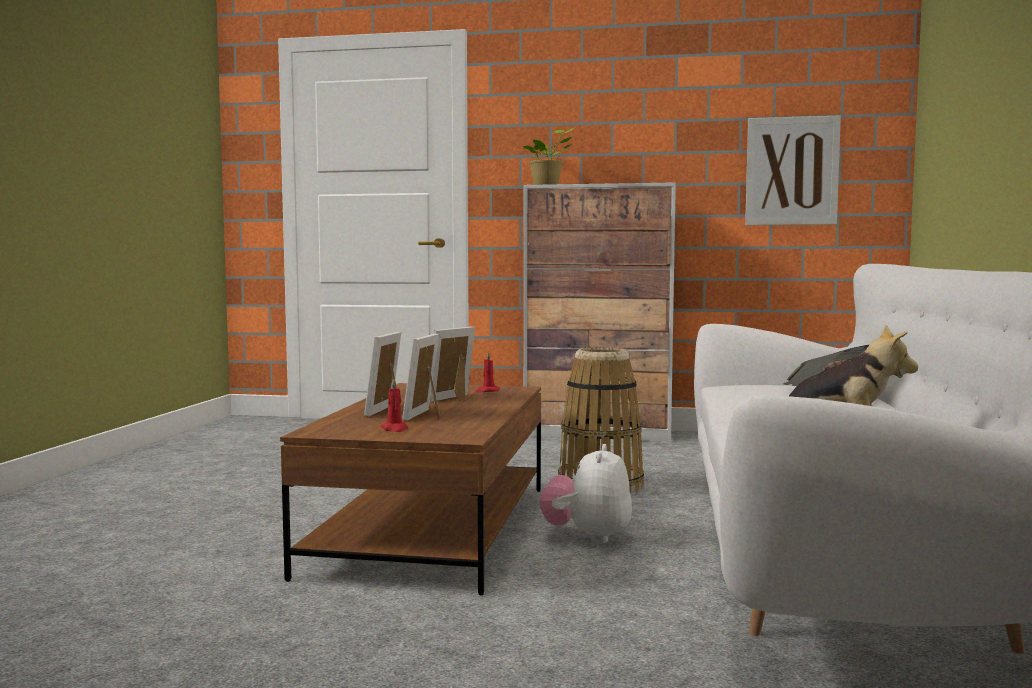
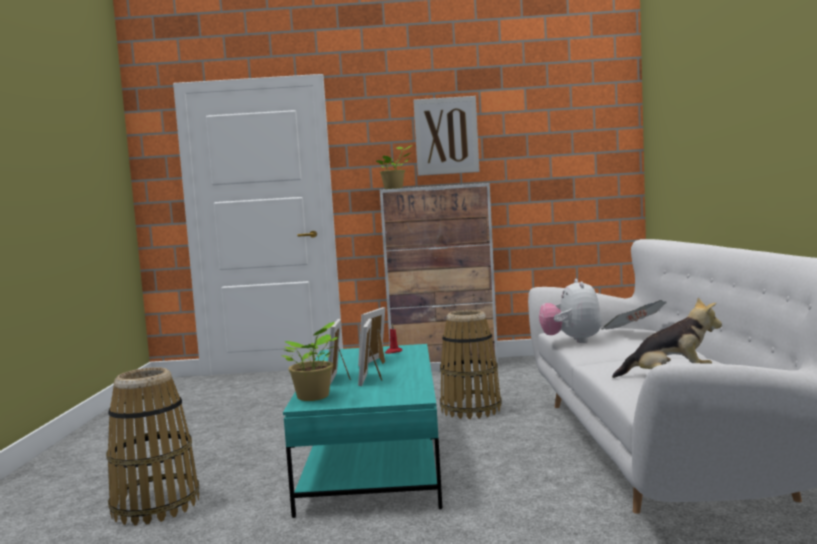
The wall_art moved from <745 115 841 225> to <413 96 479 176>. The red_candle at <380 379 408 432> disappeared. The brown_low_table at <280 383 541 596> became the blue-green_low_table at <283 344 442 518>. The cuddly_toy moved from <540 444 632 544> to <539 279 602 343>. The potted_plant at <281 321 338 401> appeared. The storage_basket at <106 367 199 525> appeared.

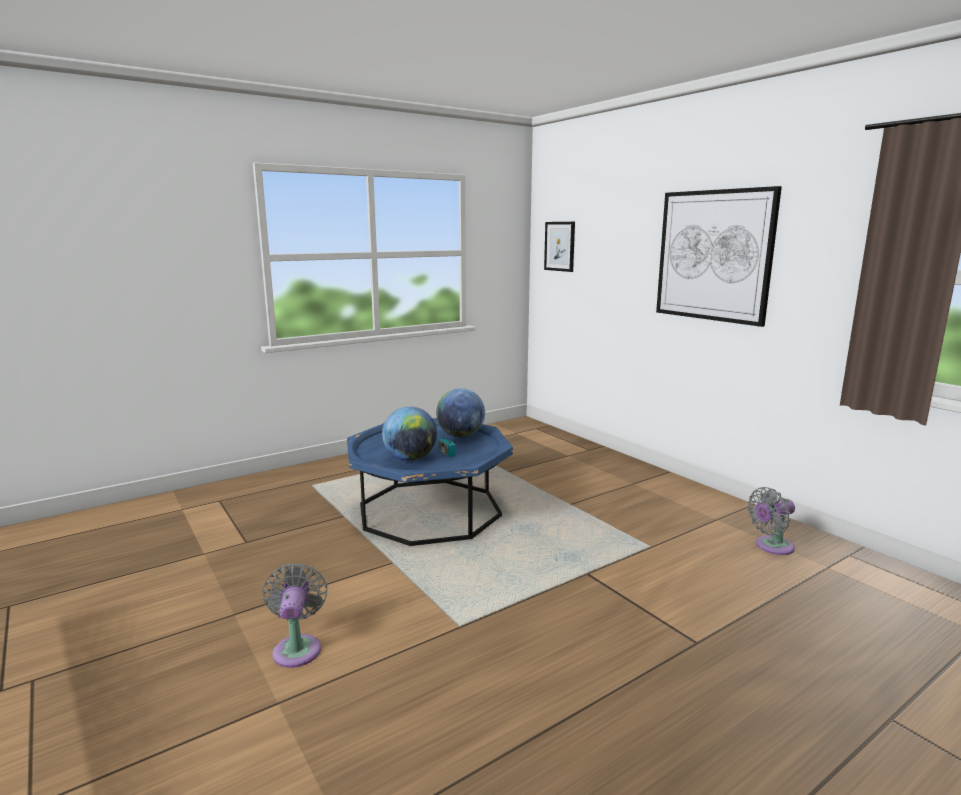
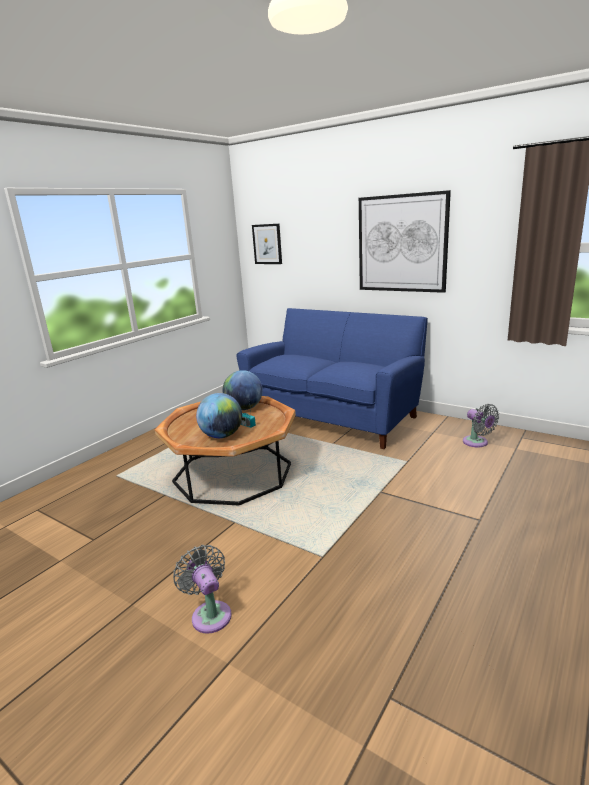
The bluish_low_table at <347 418 513 546> became the brown_low_table at <155 396 296 505>. The gray_cooling_fan at <747 487 795 555> turned 75 degrees counterclockwise. The bluish_sofa at <237 308 428 449> appeared.

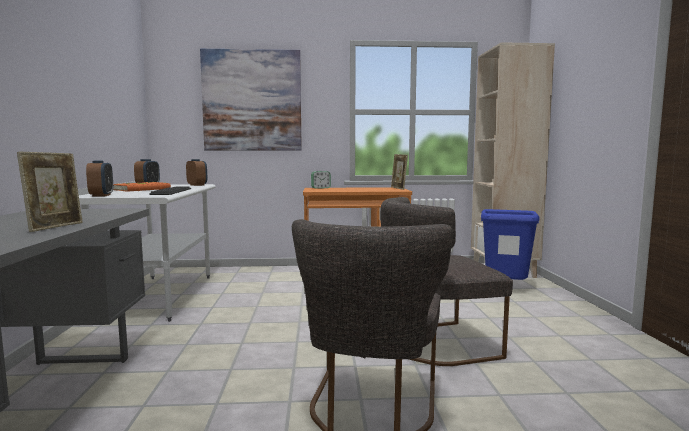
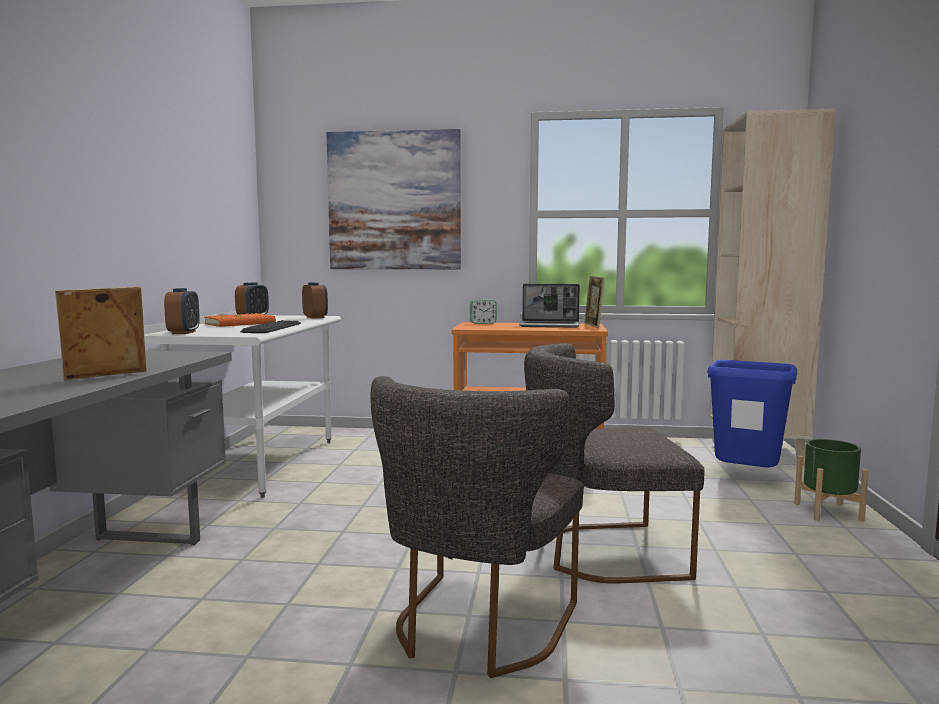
The standing_frame at <17 152 83 232> turned 150 degrees counterclockwise. The portable_computer at <519 284 580 328> appeared. The greenish_plant_pot at <794 439 869 521> appeared.

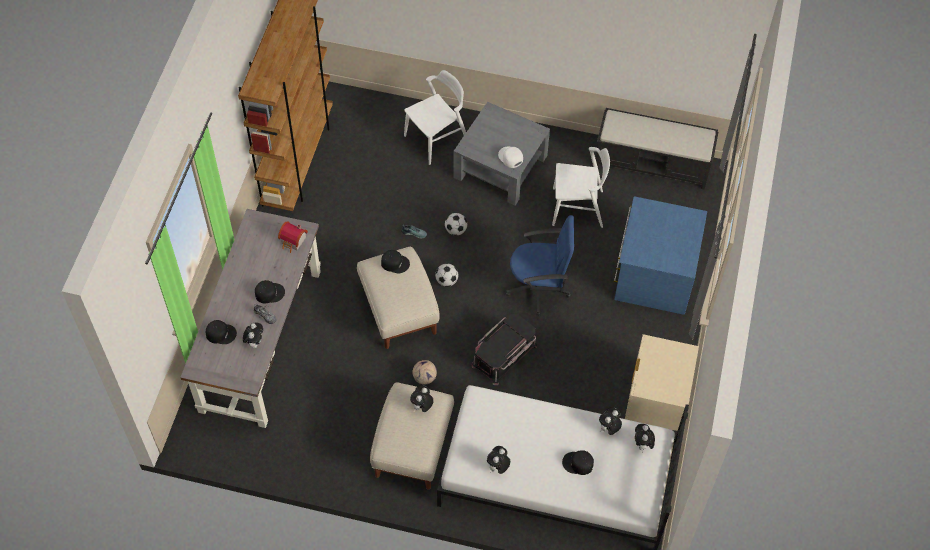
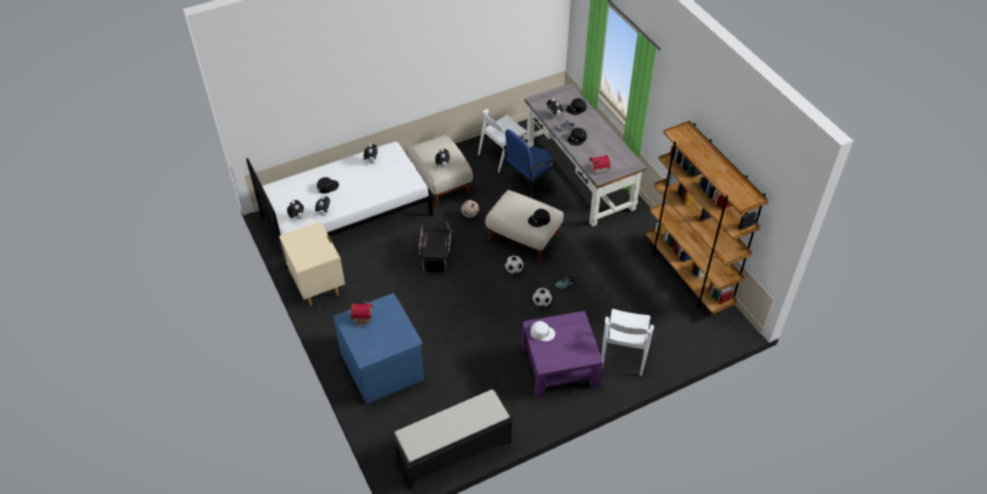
The gray_low_table at <453 102 550 206> became the purplish_low_table at <521 311 603 398>. The whitish_chair moved from <552 147 610 228> to <478 109 527 173>. The bluish_computer_chair moved from <506 215 574 316> to <503 129 555 199>. The toy_house at <351 301 372 327> appeared.

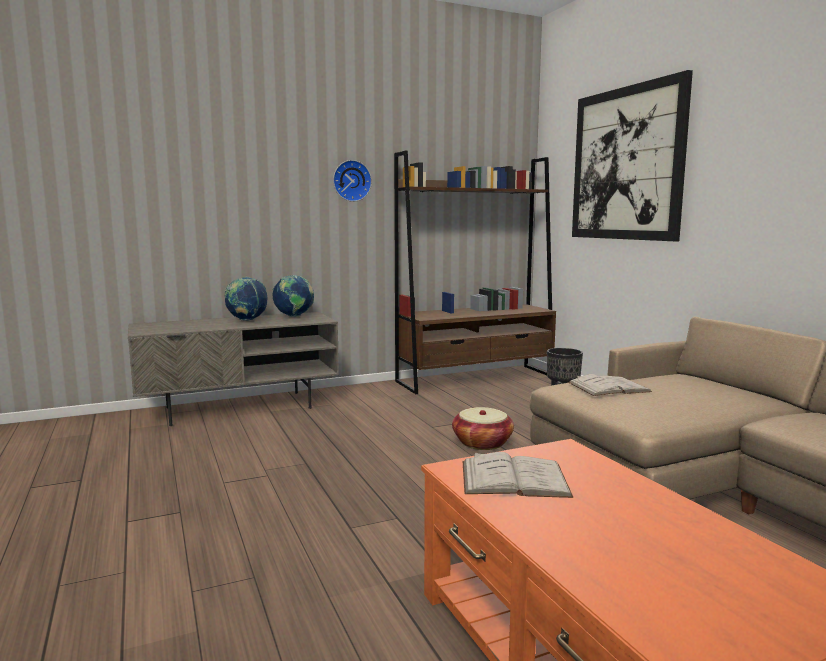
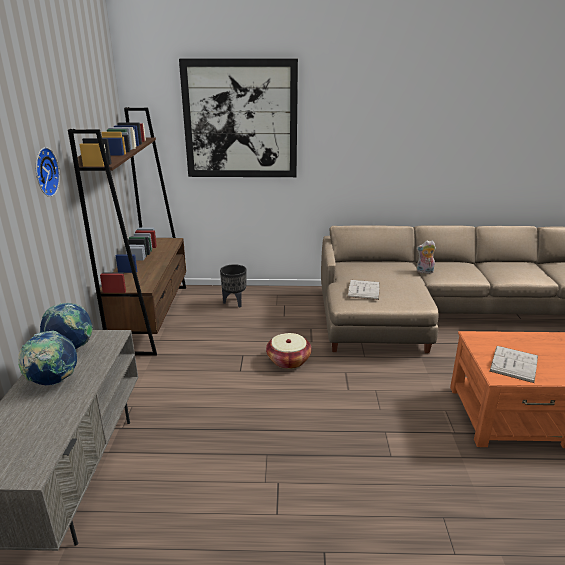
The cuddly_toy at <416 240 436 274> appeared.

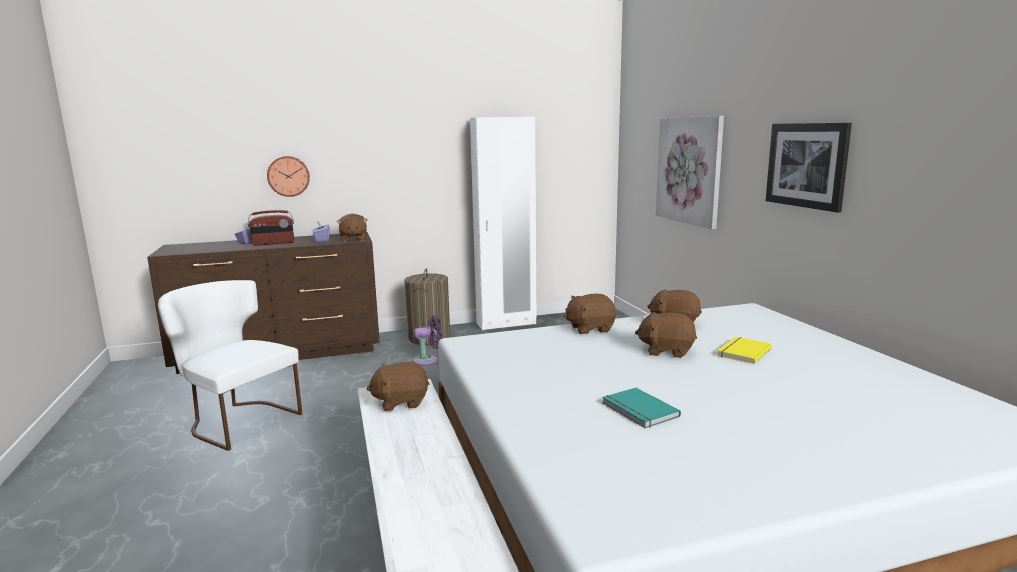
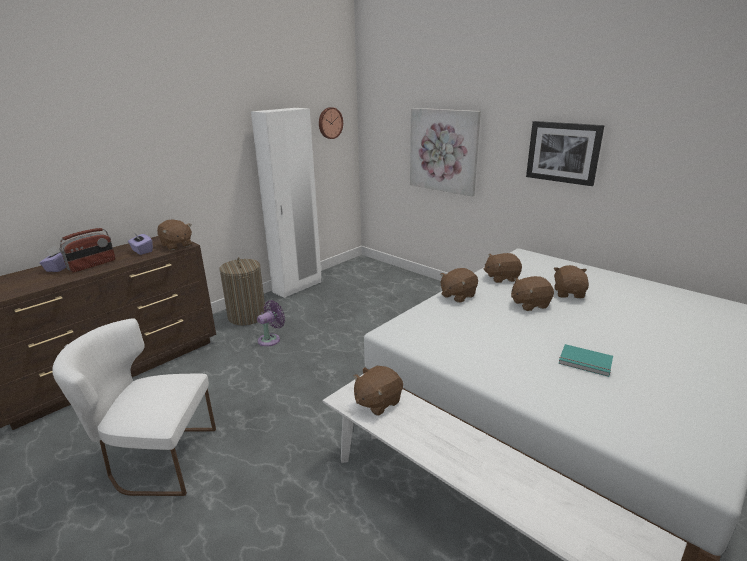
The wall_clock moved from <267 156 310 197> to <319 107 343 139>. The yellowish_volume at <717 337 772 364> was replaced by the brown_cuddly_toy at <553 265 589 298>.

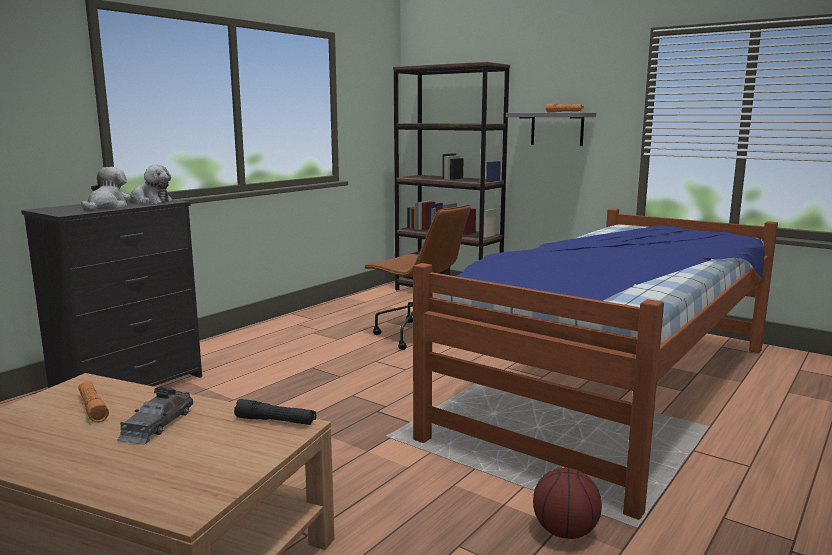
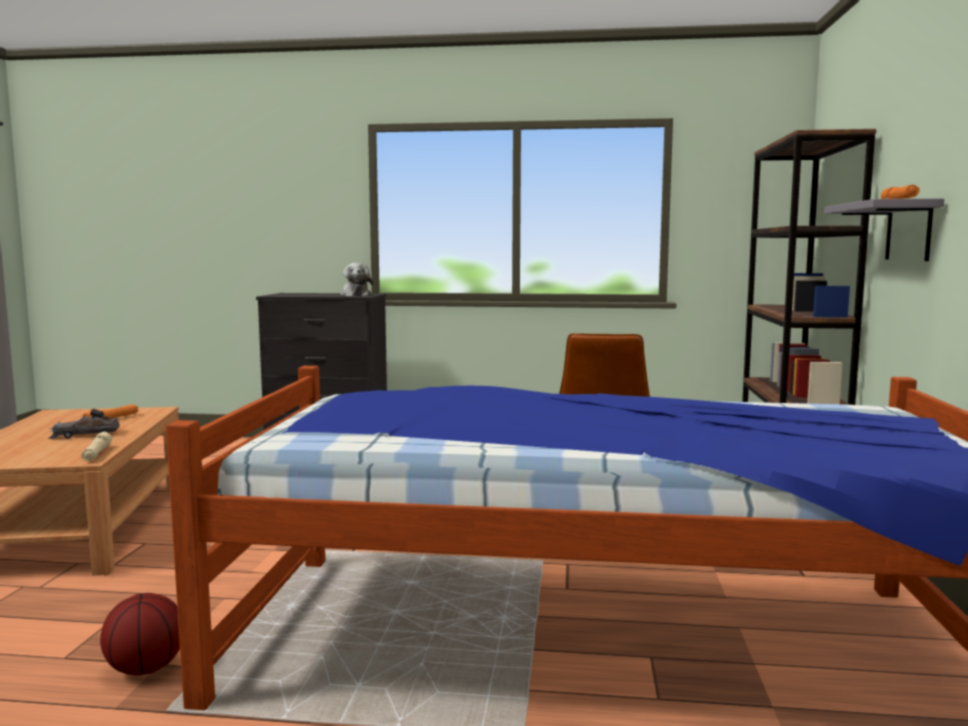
The cuddly_toy at <81 167 127 210> disappeared. The black-coloured_hand_torch at <234 399 316 425> became the beige-coloured_hand_torch at <81 432 112 461>.

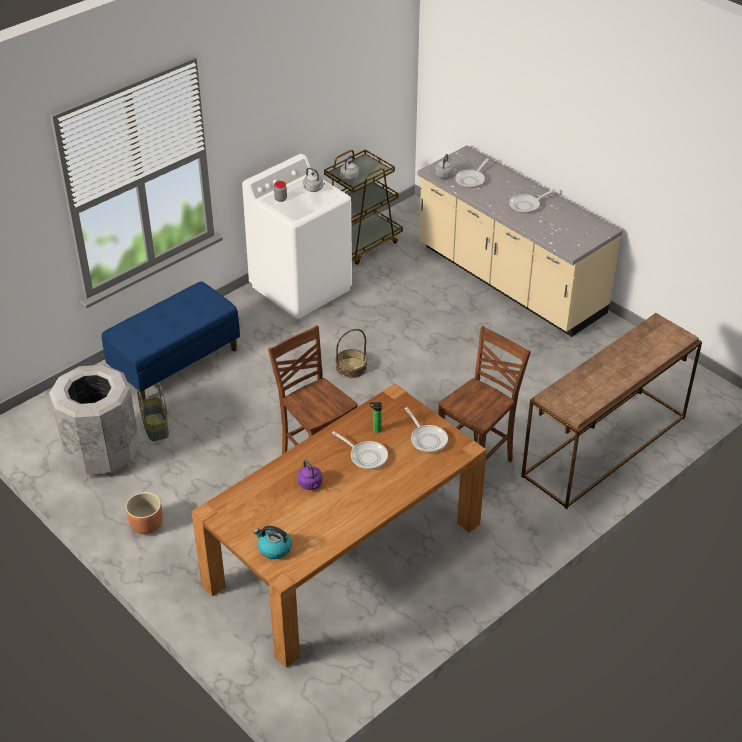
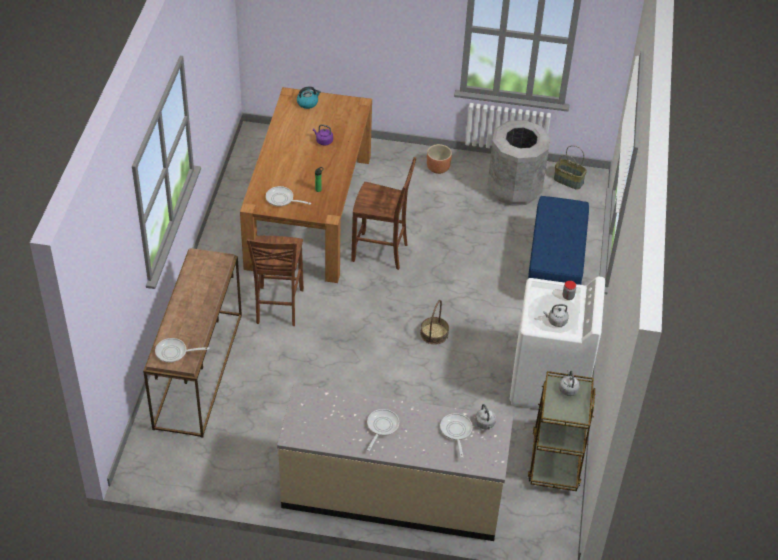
The storage_basket moved from <137 384 169 441> to <554 145 587 190>. The pan moved from <332 431 388 469> to <155 338 209 363>.

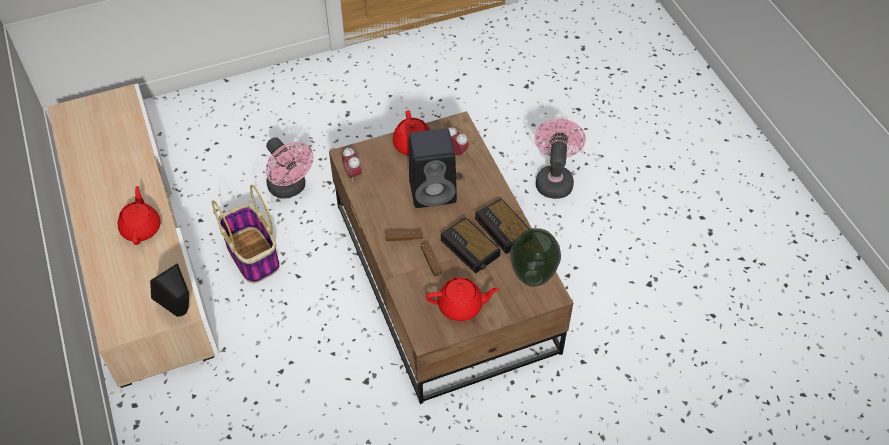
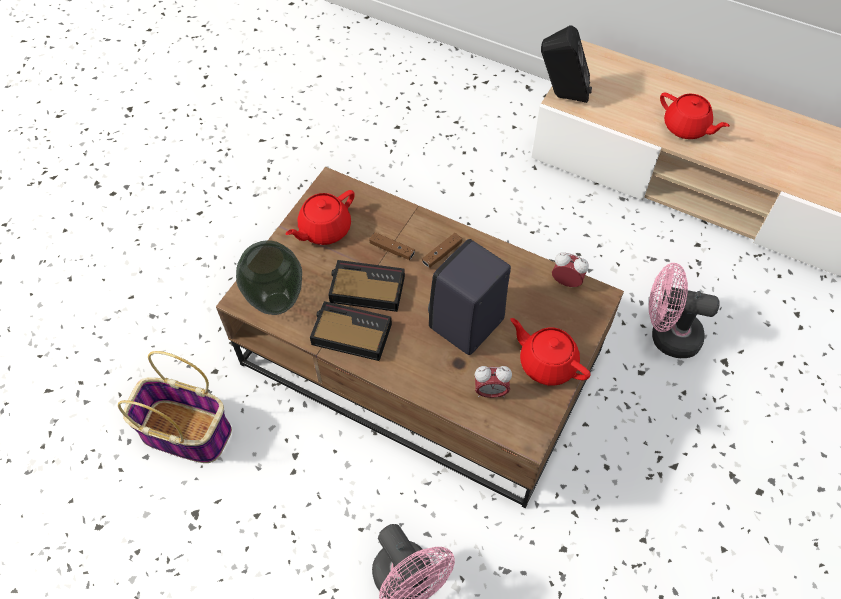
The storage_basket moved from <212 185 280 284> to <118 351 232 463>.

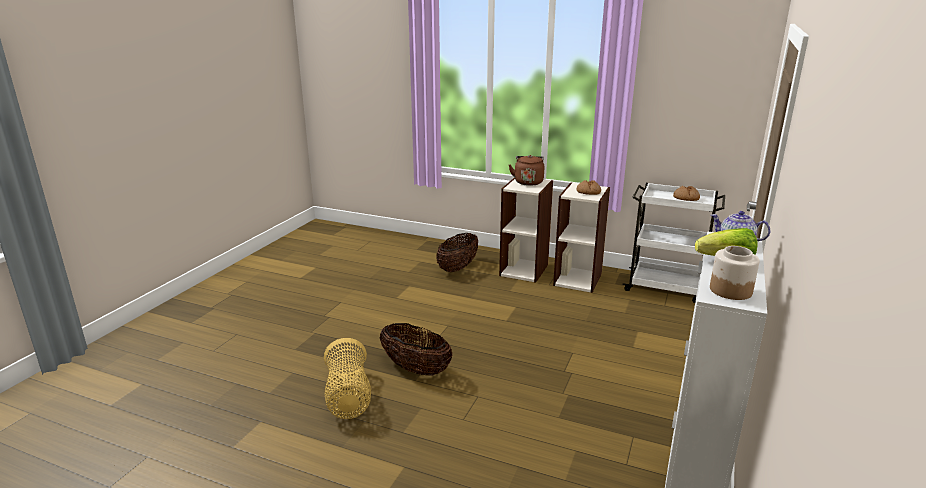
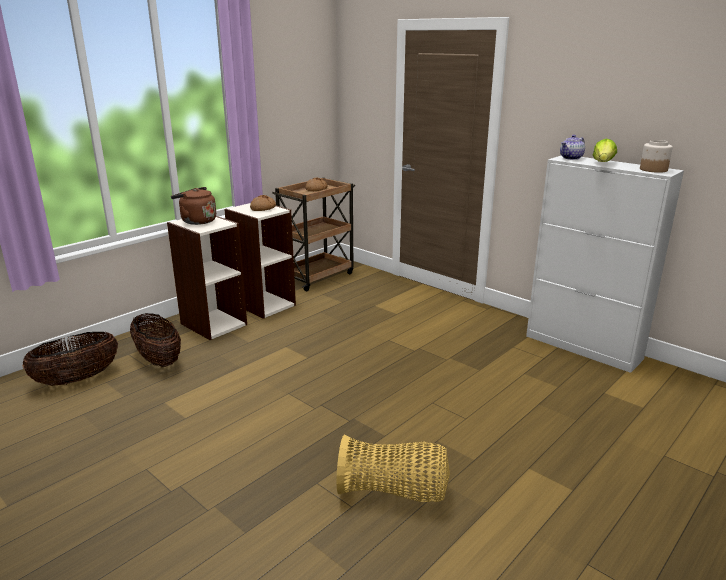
The whitish_trolley at <622 183 725 303> became the brown_trolley at <272 177 355 292>. The storage_basket moved from <380 323 453 376> to <22 332 118 386>.

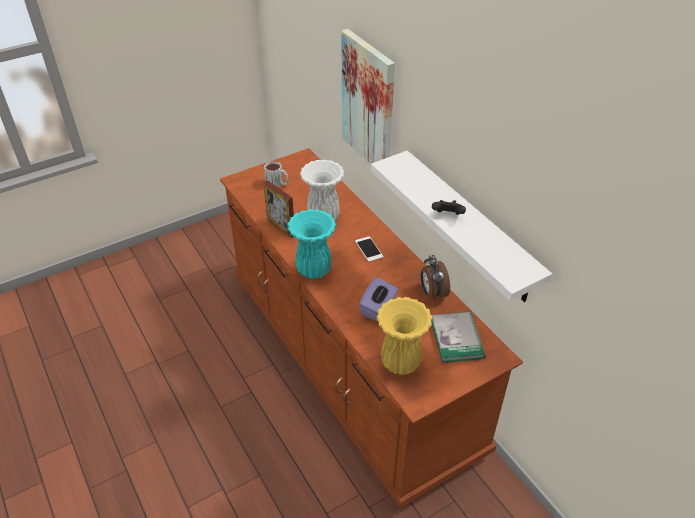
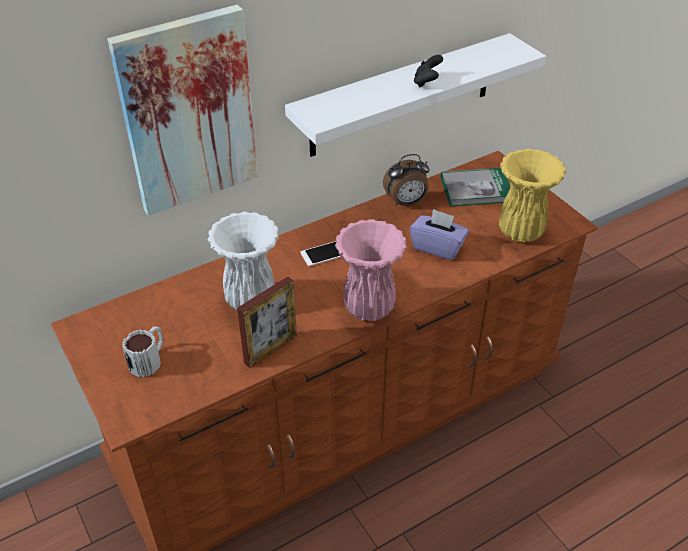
The blue-green_decorative_vase at <288 209 336 279> became the pinkish_decorative_vase at <335 219 407 321>.

